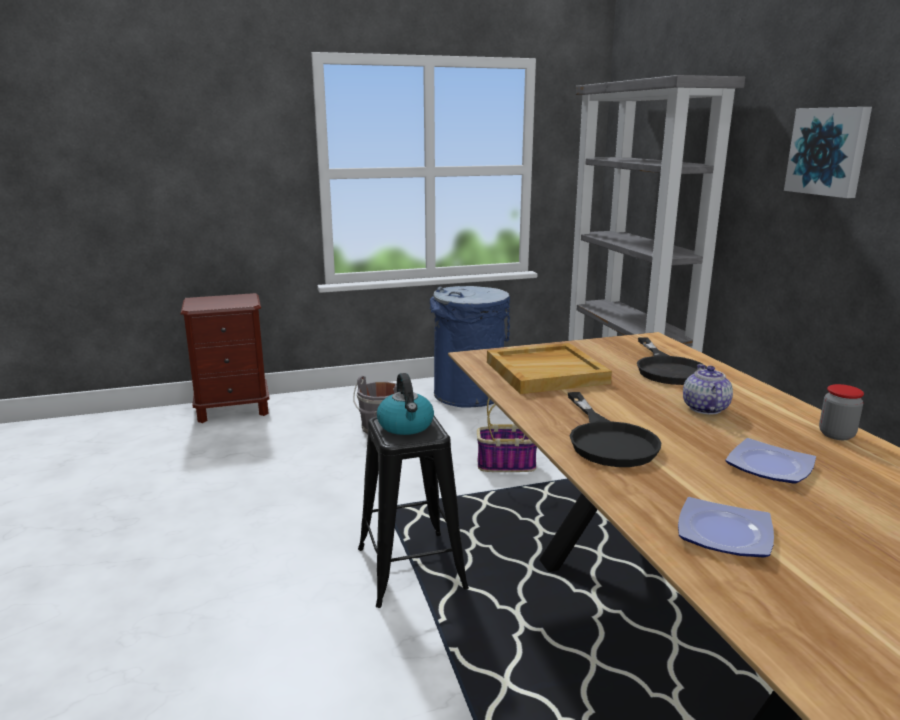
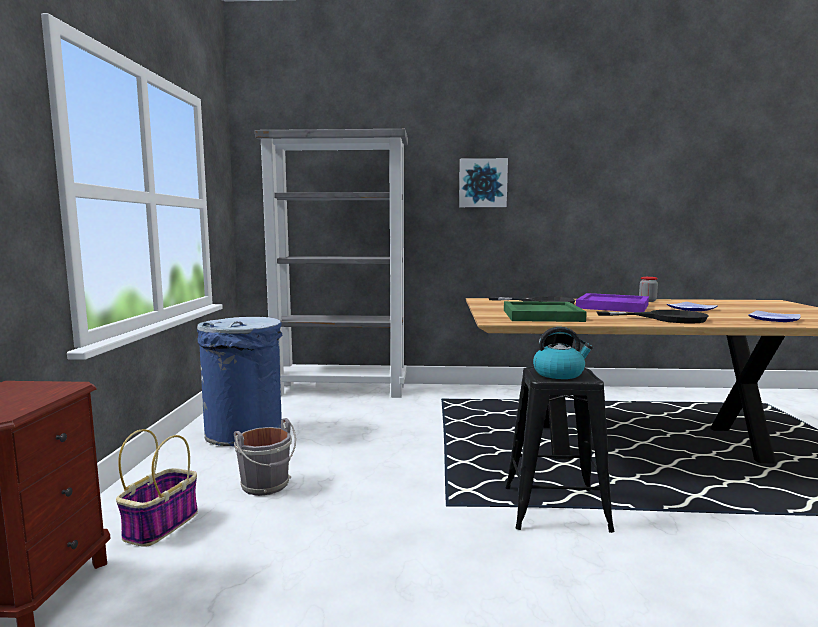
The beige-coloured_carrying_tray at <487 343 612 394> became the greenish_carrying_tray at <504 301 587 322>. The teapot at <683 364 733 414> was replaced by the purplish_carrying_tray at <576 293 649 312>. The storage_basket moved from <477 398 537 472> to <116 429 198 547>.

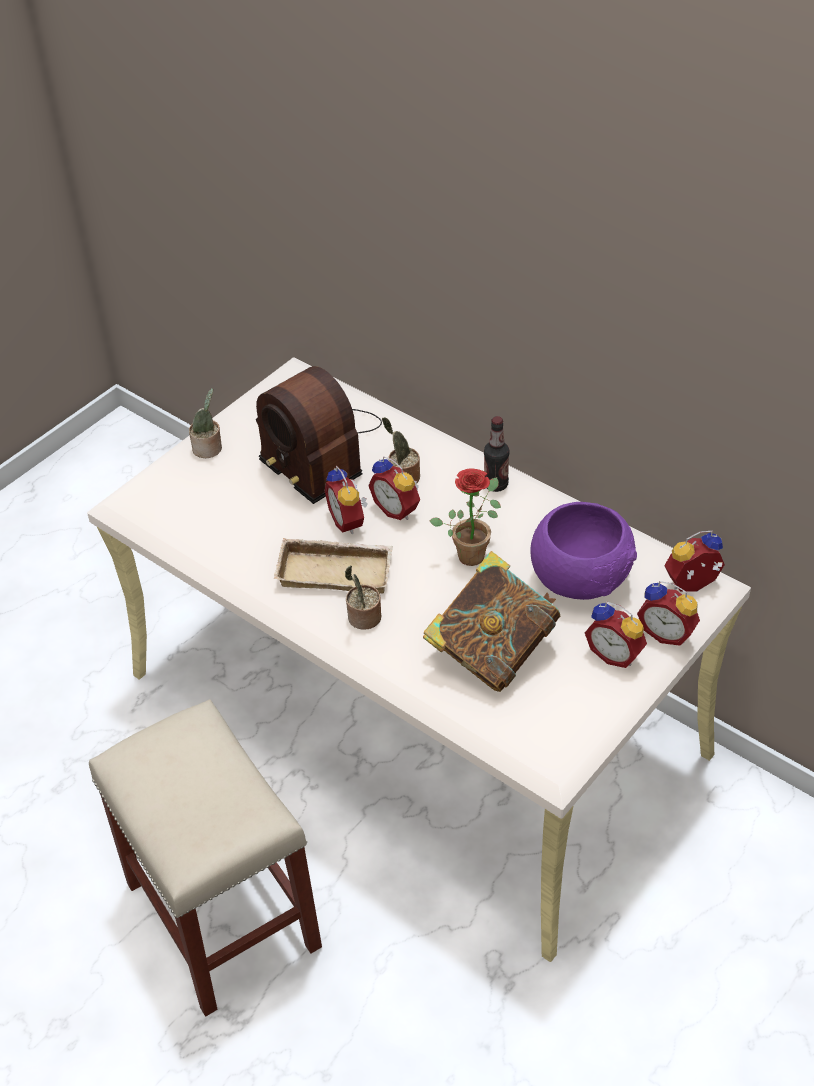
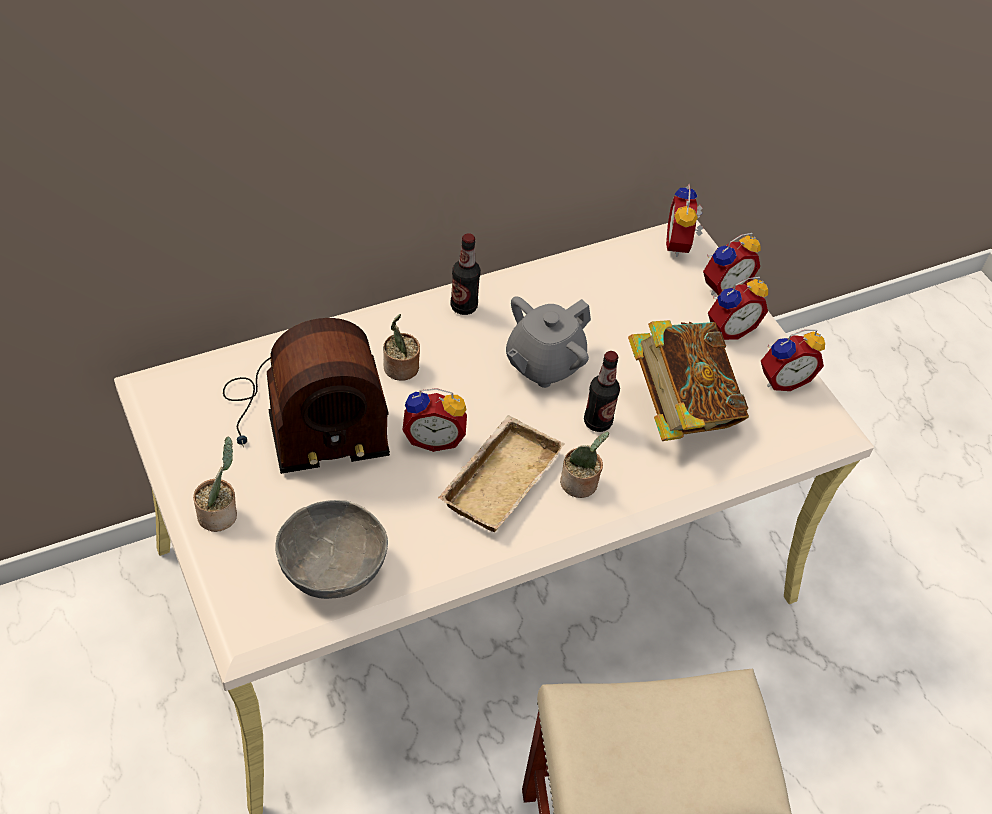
The table_clock moved from <368 456 420 520> to <761 330 825 391>. The potted_plant at <430 469 501 566> was replaced by the gray_teapot at <506 296 591 388>. The purplish_deep_dish at <530 502 637 600> disappeared. The bottle at <584 351 620 432> appeared. The gray_deep_dish at <275 500 388 599> appeared.

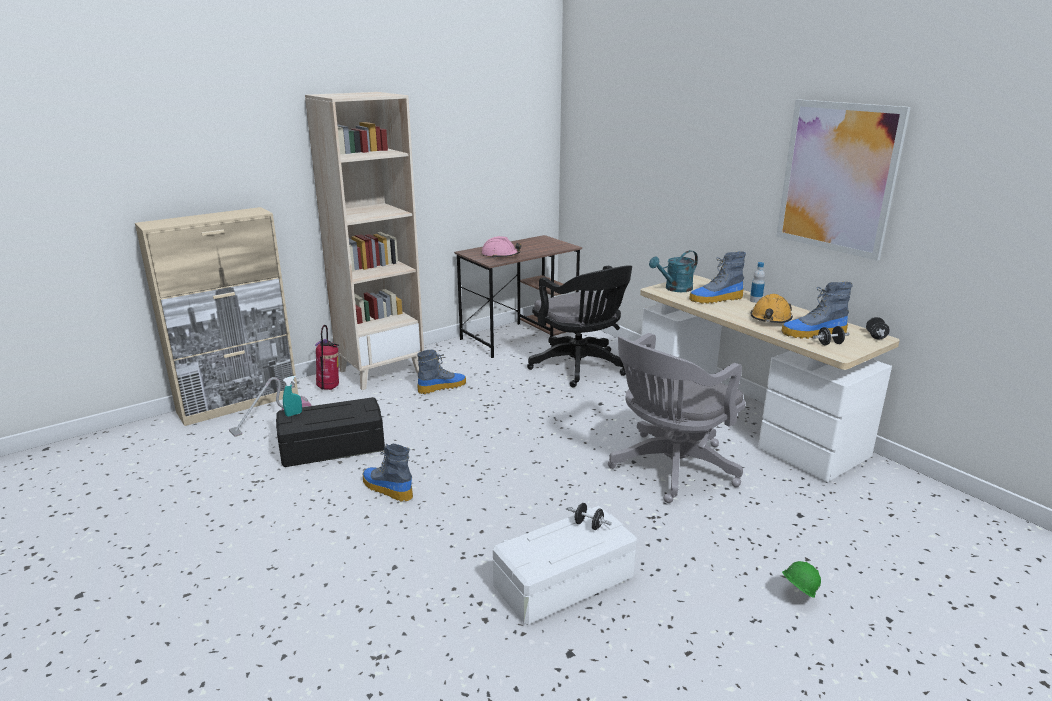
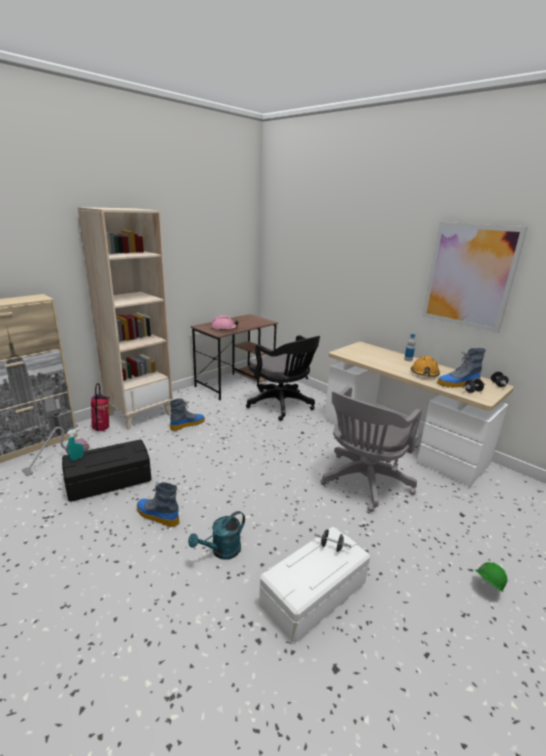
The blue-green_watering_can moved from <649 250 698 292> to <188 511 245 560>. The high-top_boot at <689 251 746 304> disappeared.

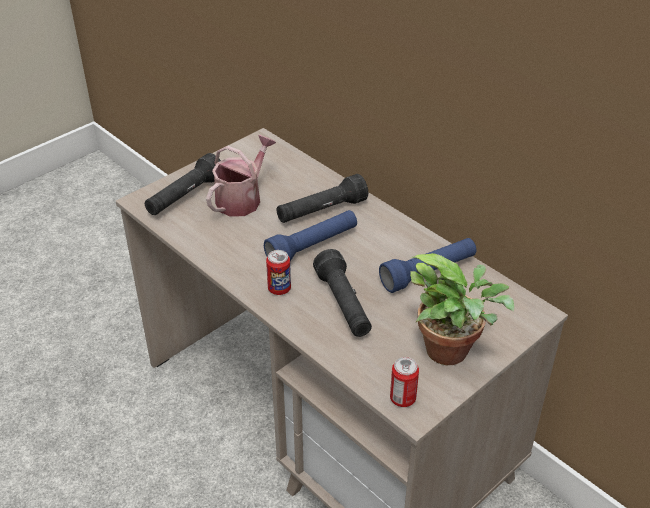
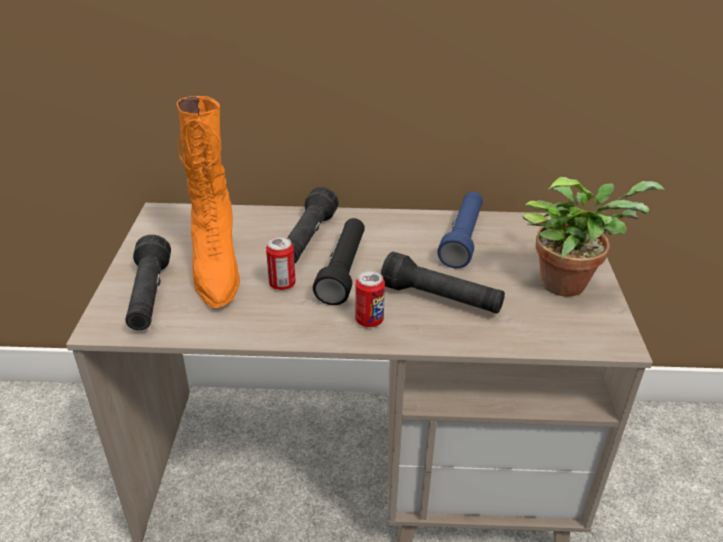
The watering_can at <206 135 276 217> was replaced by the orange_high-top_boot at <177 96 240 308>. The bluish_hand_torch at <264 210 357 261> became the black-coloured_hand_torch at <313 218 365 305>. The sealed_can moved from <390 357 419 407> to <266 237 296 290>.

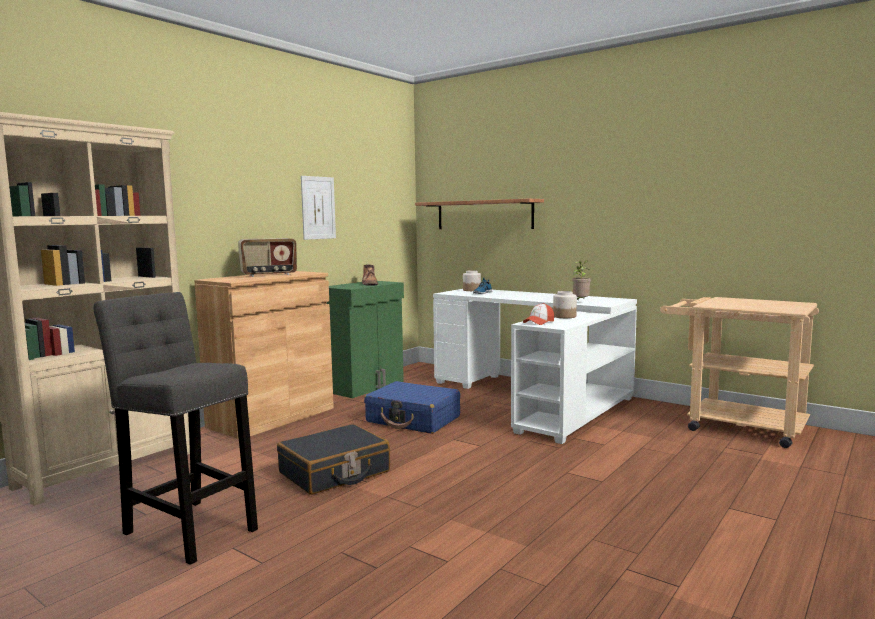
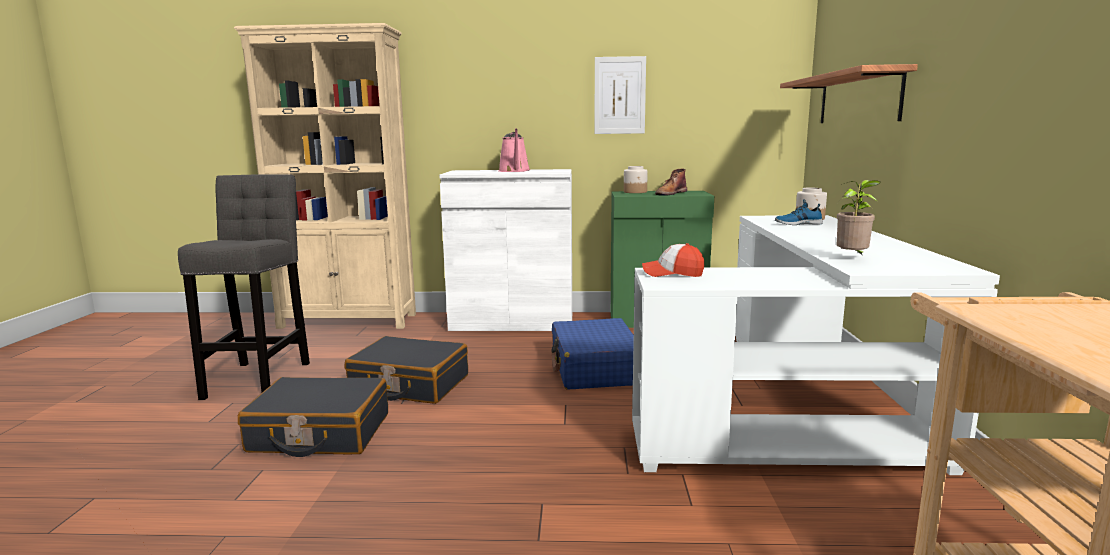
The radio at <238 238 297 277> was replaced by the pinkish_watering_can at <498 128 530 172>. The brown_cabinet at <194 271 334 439> became the whitish_cabinet at <439 169 573 331>. The jar moved from <553 291 577 318> to <624 166 648 193>. The black-coloured_suitcase at <238 377 388 457> appeared.

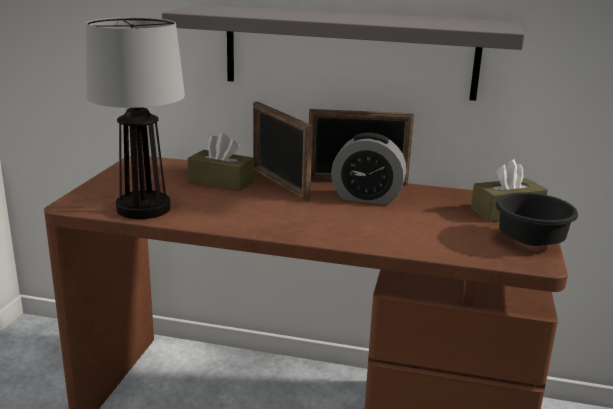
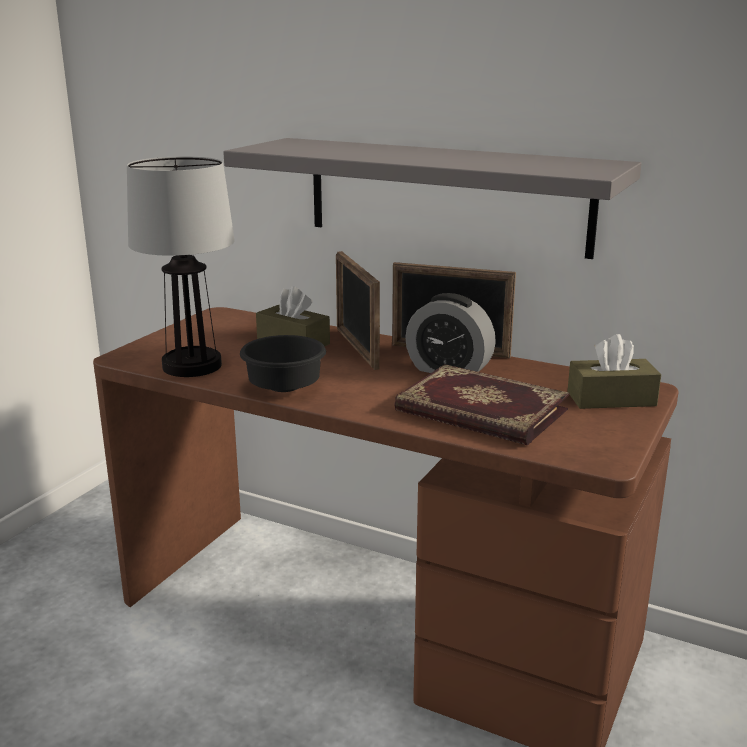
The black-coloured_deep_dish moved from <496 192 578 246> to <240 335 326 392>. The volume at <394 364 569 445> appeared.

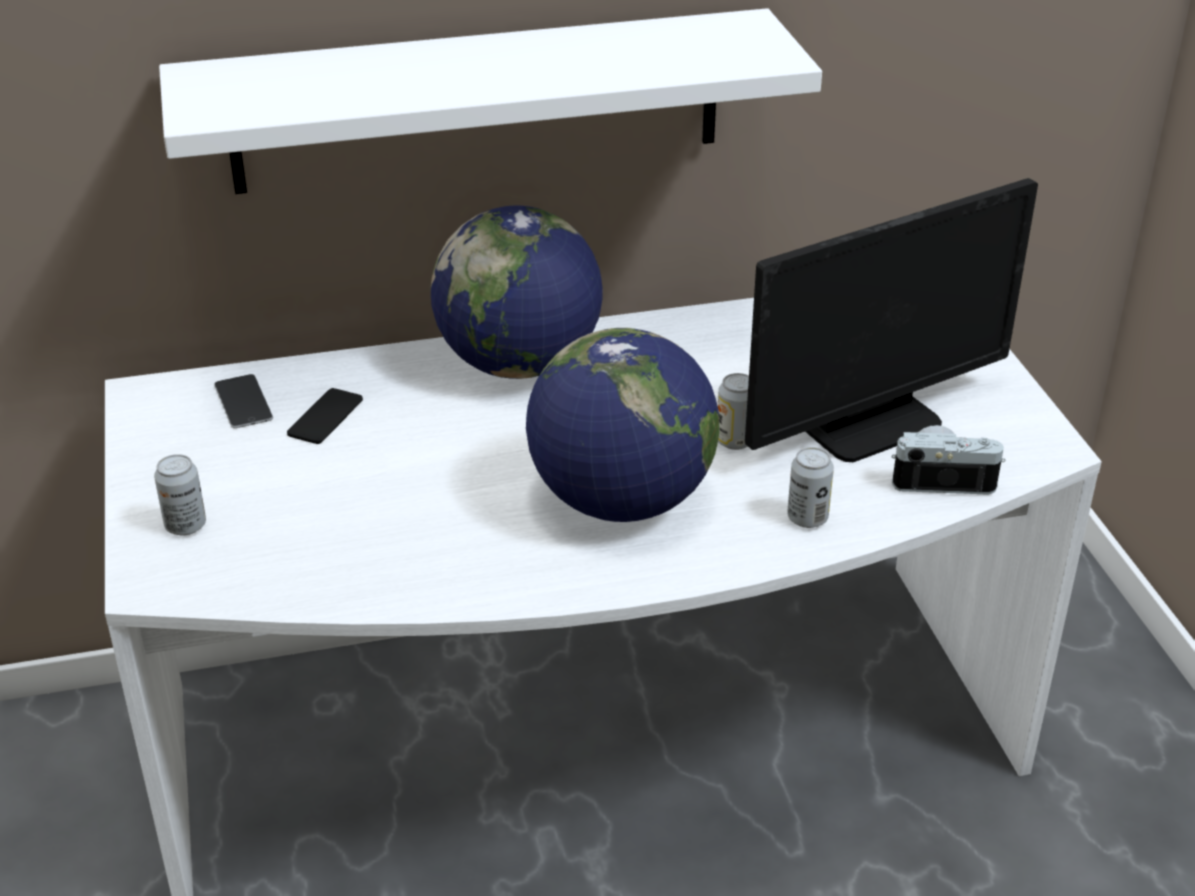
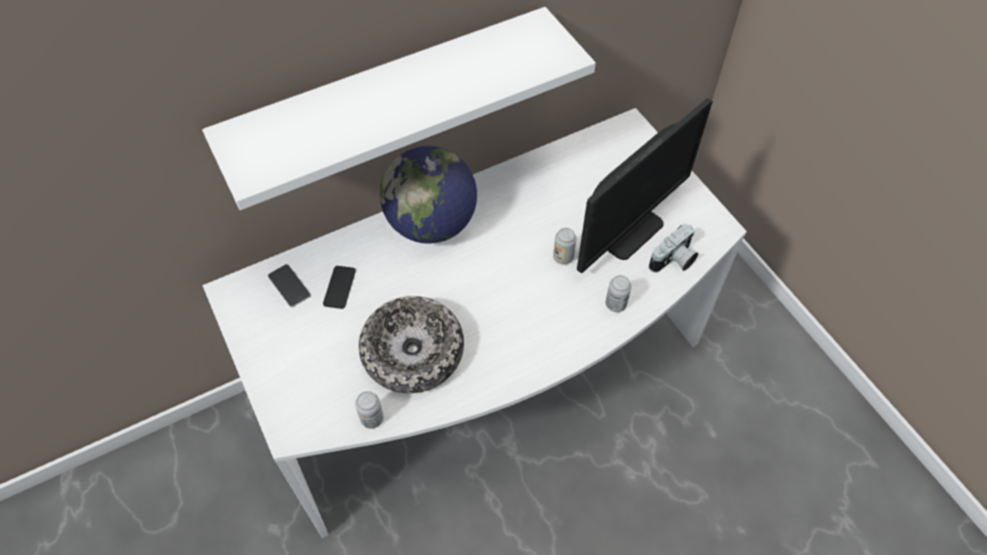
The desk_globe at <526 328 719 522> disappeared. The photo_camera at <892 425 1006 495> turned 150 degrees clockwise. The sealed_can moved from <154 454 206 535> to <355 391 384 429>. The deep_dish at <359 296 464 393> appeared.

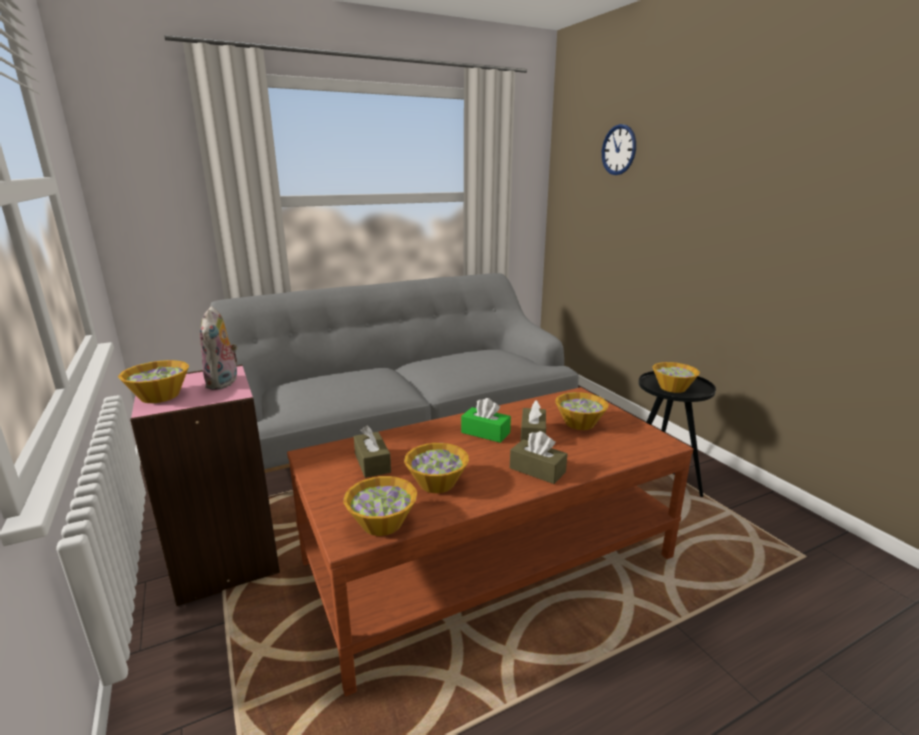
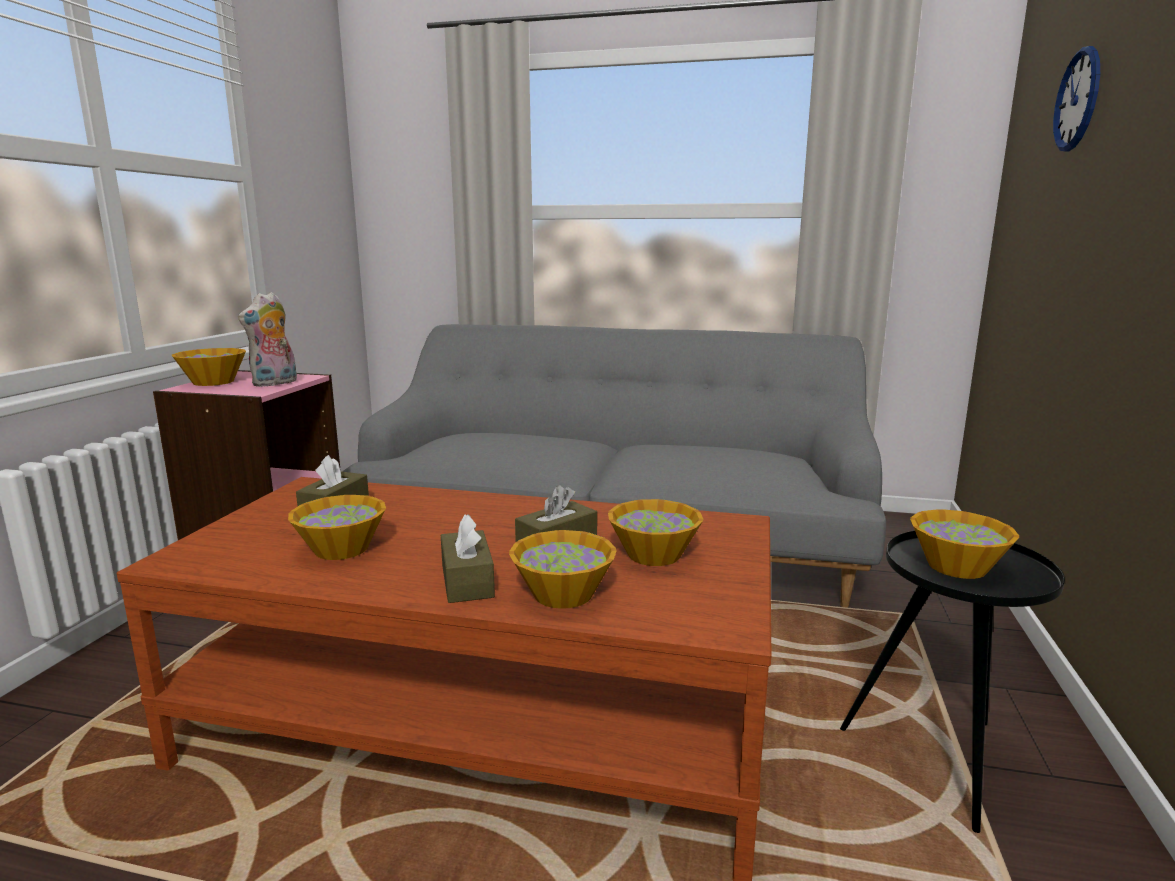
The greenish_box_of_tissues at <461 398 511 443> disappeared. The deep_dish moved from <343 476 417 536> to <509 530 617 609>.

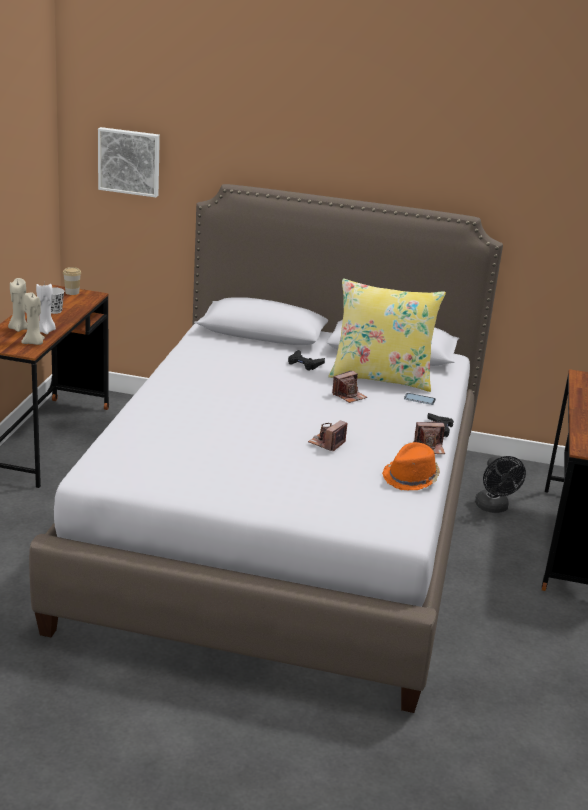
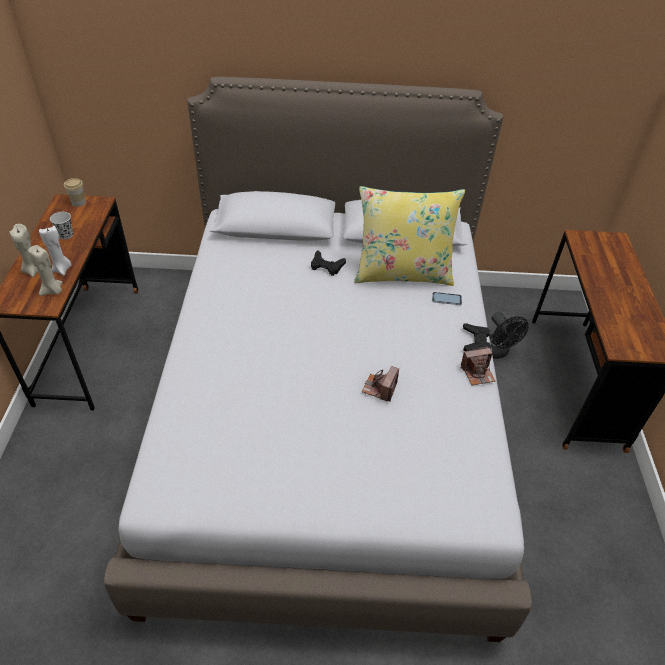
The wall_art at <98 127 160 197> disappeared. The photo_camera at <332 370 367 403> disappeared. The orange_clothing_hat at <382 442 440 490> disappeared.

